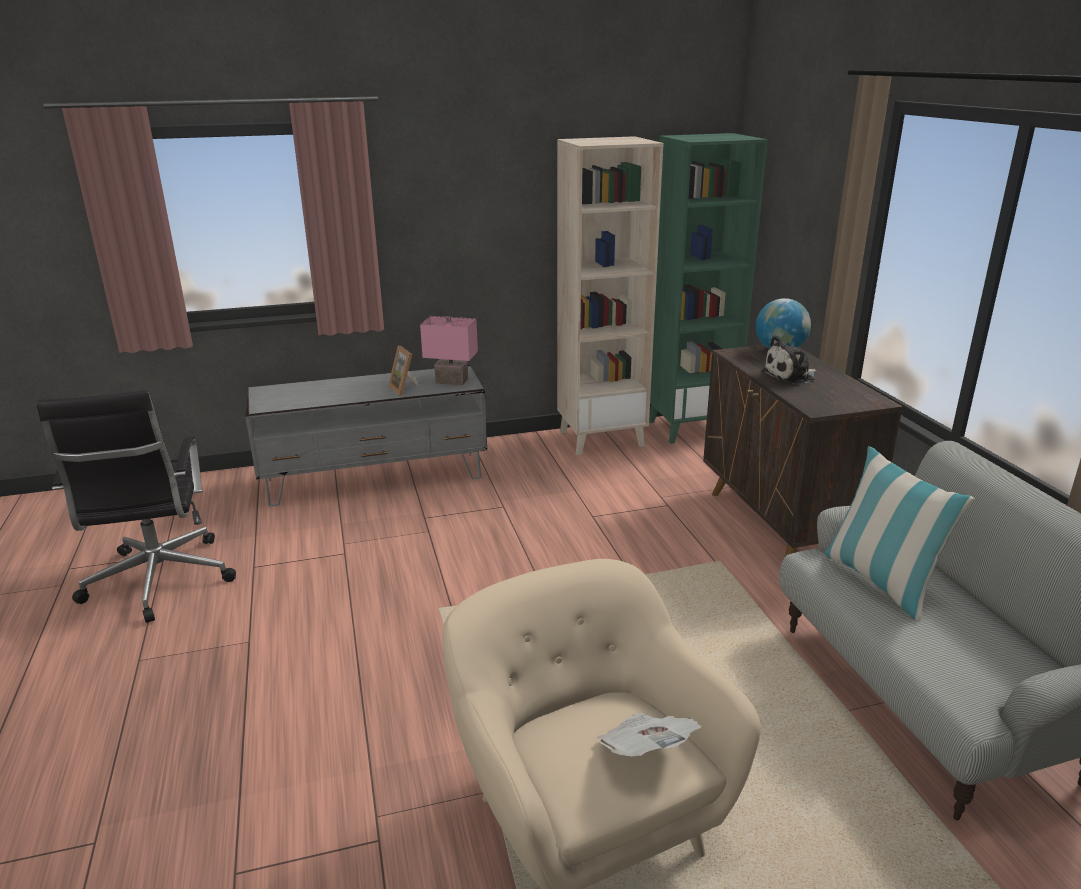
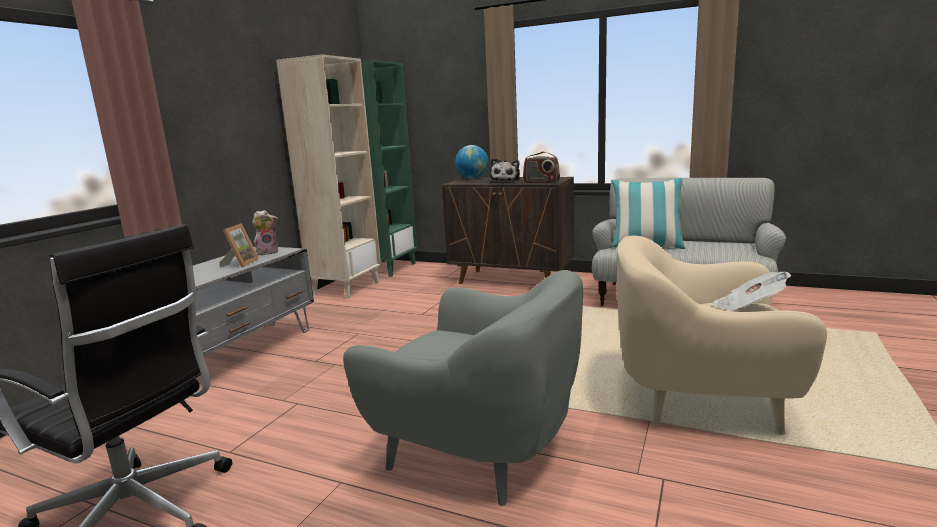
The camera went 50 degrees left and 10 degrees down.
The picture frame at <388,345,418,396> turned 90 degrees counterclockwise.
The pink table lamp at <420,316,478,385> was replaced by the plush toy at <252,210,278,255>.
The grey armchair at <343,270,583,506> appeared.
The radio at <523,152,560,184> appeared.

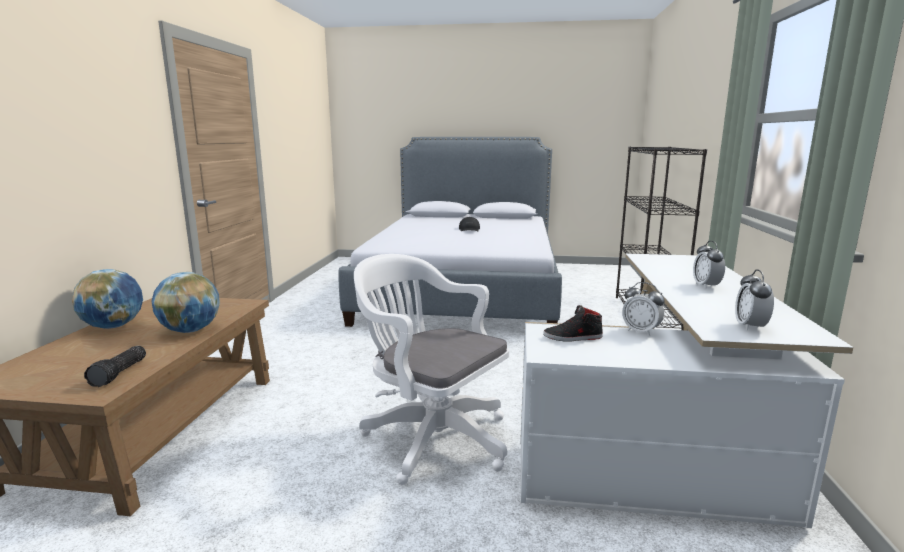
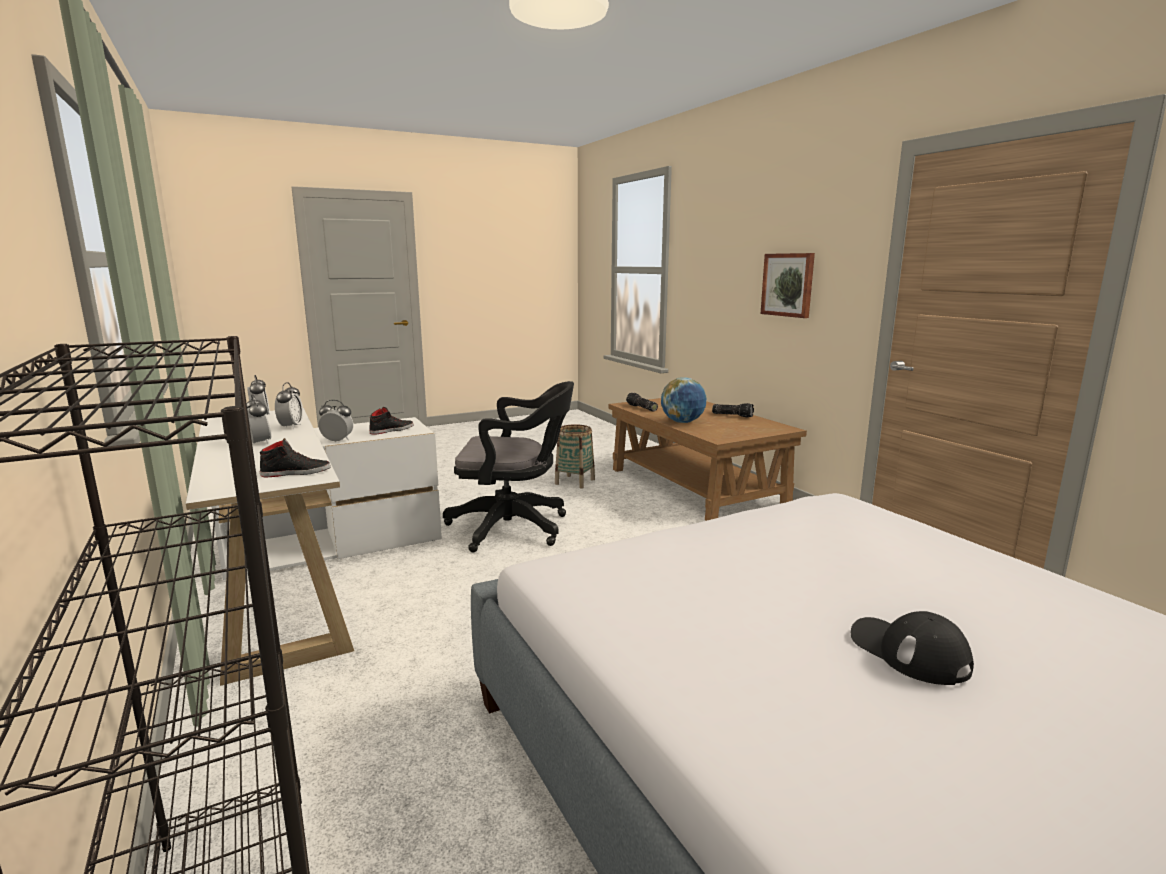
The camera went 145 degrees right and 0 degrees up.
The globe at <72,269,143,329> was replaced by the flashlight at <712,403,754,418>.
The white office chair at <354,254,509,485> became the black office chair at <443,381,574,552>.
The black shoe at <260,438,331,478> appeared.
The alarm clock at <275,382,303,429> appeared.
The basket at <555,424,595,489> appeared.
The picture at <761,253,815,318> appeared.

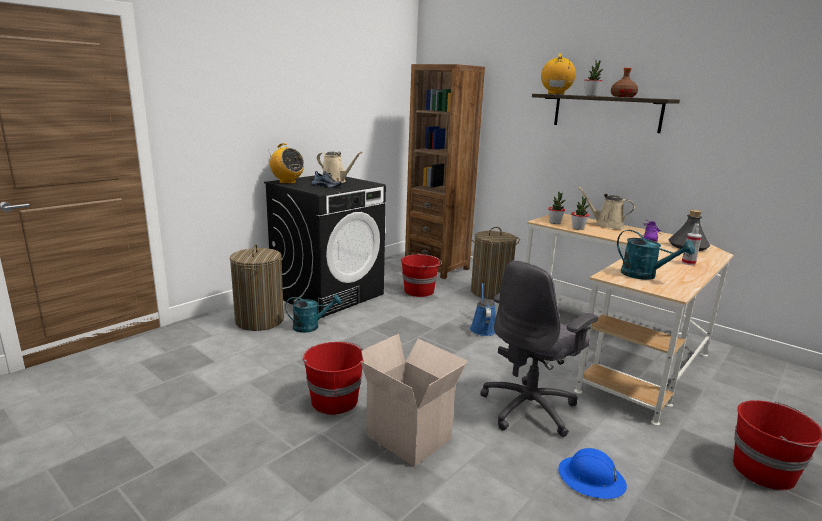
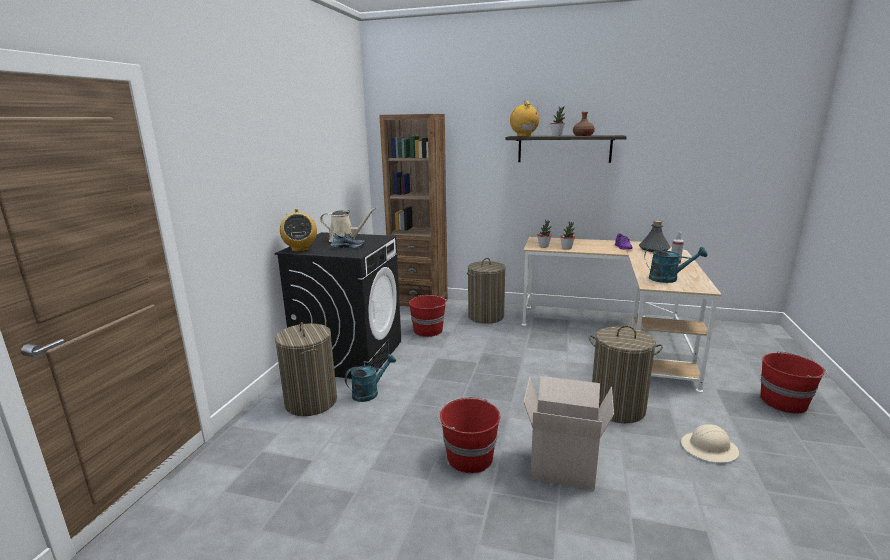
The camera went 25 degrees left and 0 degrees up.
The radio at <268,143,304,184> turned 60 degrees clockwise.
The blue watering can at <470,283,496,336> disappeared.
The grey office chair at <480,261,598,437> was replaced by the laundry basket at <589,325,663,423>.
The blue hard hat at <558,448,627,499> became the beige hard hat at <681,424,739,463>.
The beige watering can at <578,187,635,229> disappeared.

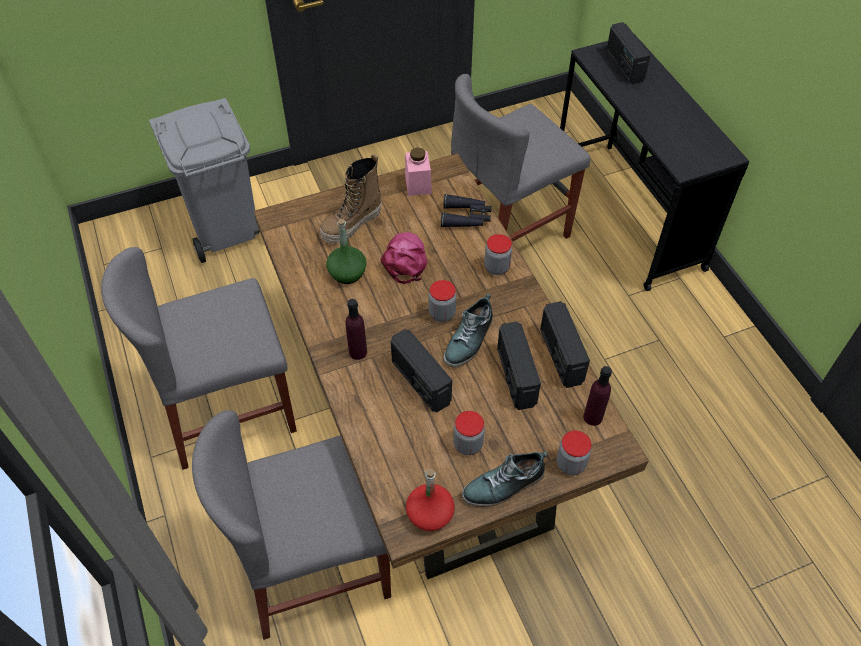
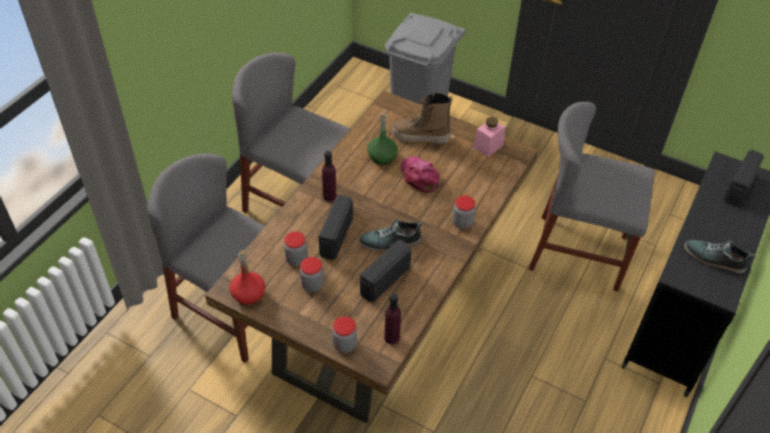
The camera went 50 degrees right and 5 degrees down.
The pink cap at <380,232,427,284> turned 75 degrees counterclockwise.
The jar moved from <429,280,456,322> to <284,231,307,266>.
The black binoculars at <441,194,492,227> disappeared.
The shoe moved from <462,451,547,507> to <684,240,755,274>.
The radio at <540,301,590,388> disappeared.

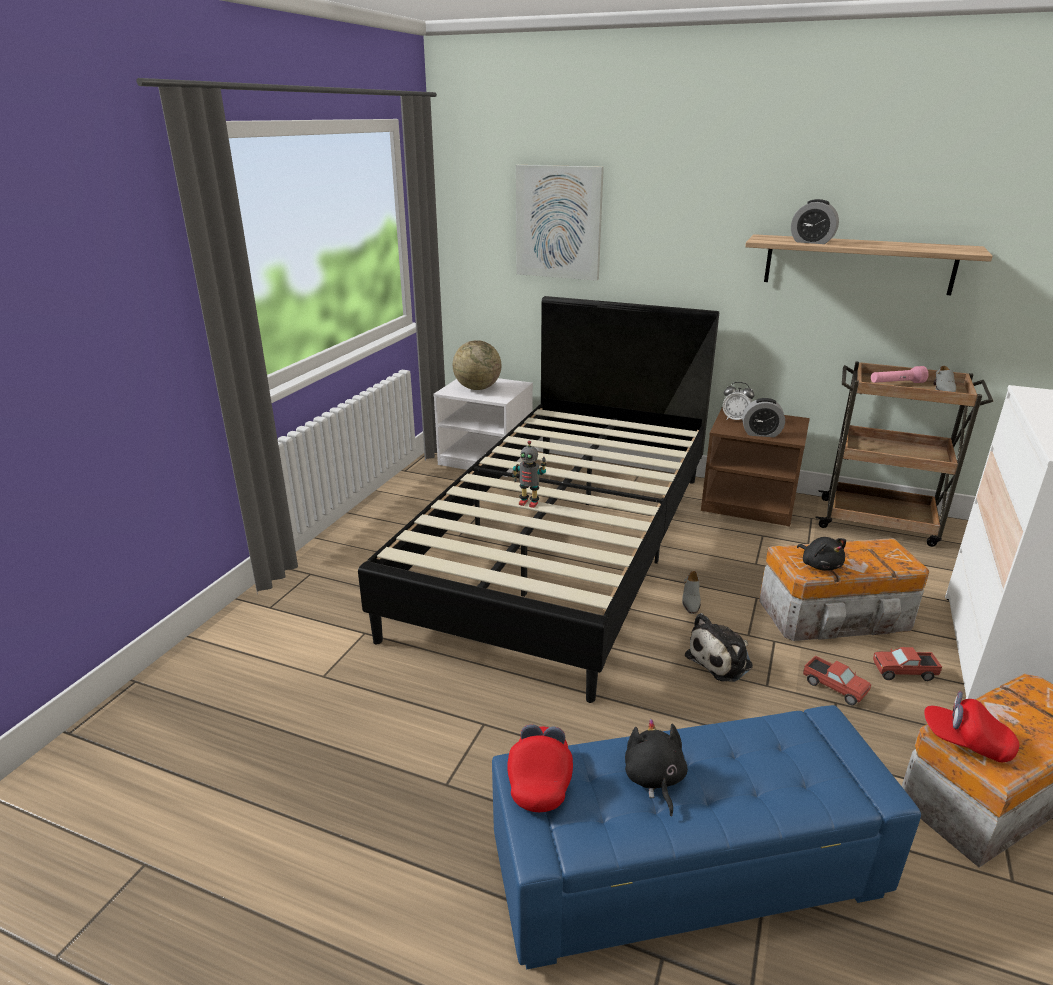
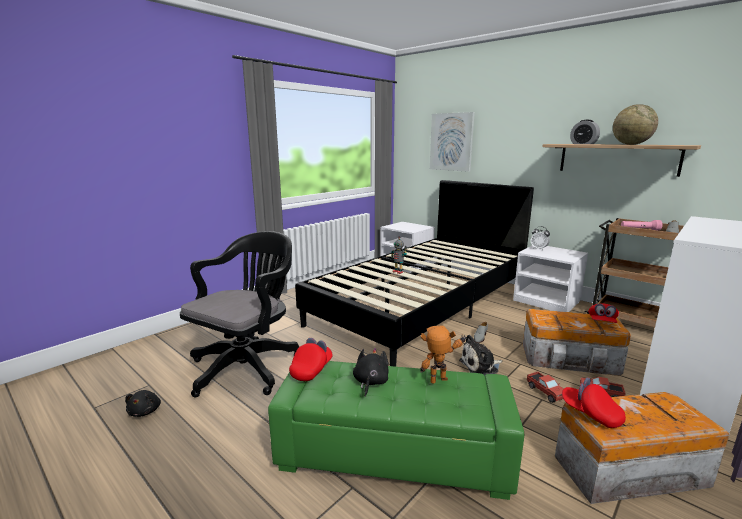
The camera went 20 degrees right and 10 degrees down.
The globe moved from <453,340,501,390> to <613,104,658,145>.
The blue ottoman at <492,705,921,970> became the green ottoman at <268,361,524,500>.
The brown nightstand at <701,407,810,526> became the white nightstand at <513,246,588,312>.
The alarm clock at <742,398,785,437> disappeared.
The black plush toy moved from <797,537,846,571> to <125,390,161,417>.
The black office chair at <180,231,299,398> appeared.
The toy robot at <420,325,467,384> appeared.
The red cap at <588,303,619,323> appeared.

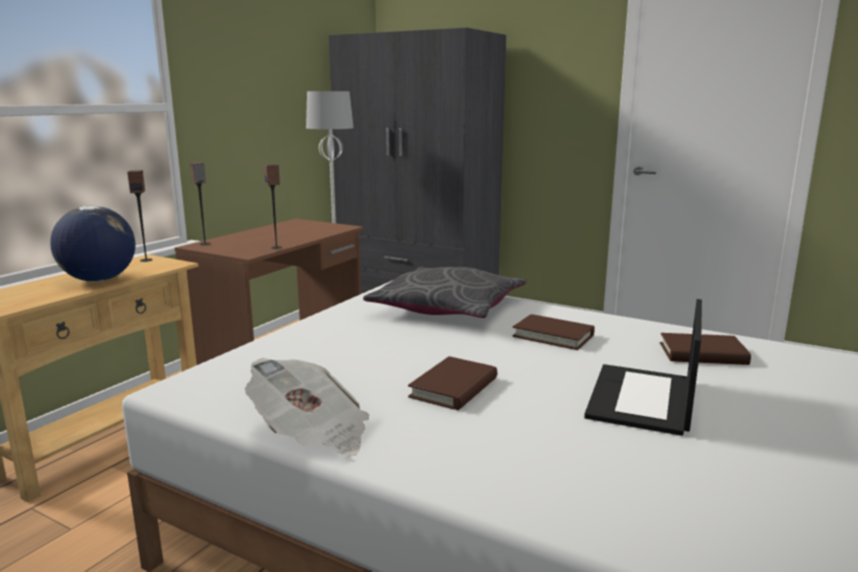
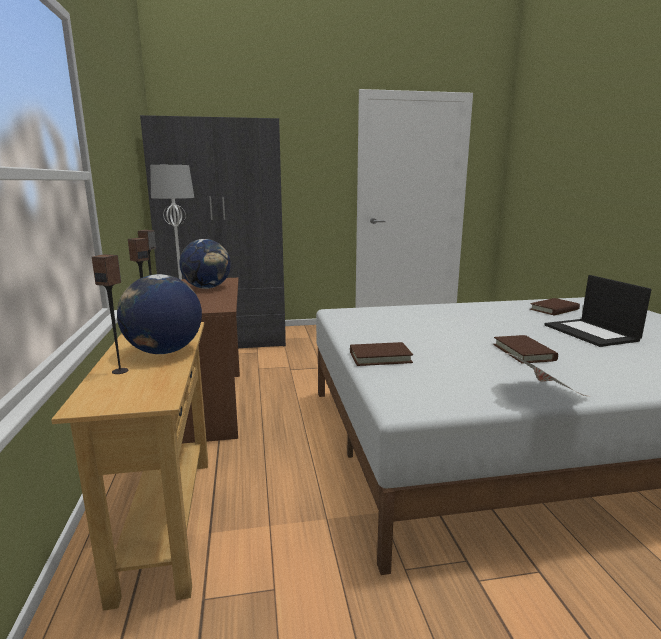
The camera went 40 degrees left and 0 degrees up.
The speaker moved from <264,164,282,249> to <92,254,128,374>.
The grey pillow at <363,267,527,318> disappeared.
The brown book moved from <512,314,595,350> to <350,342,413,366>.
The globe at <179,239,231,289> appeared.

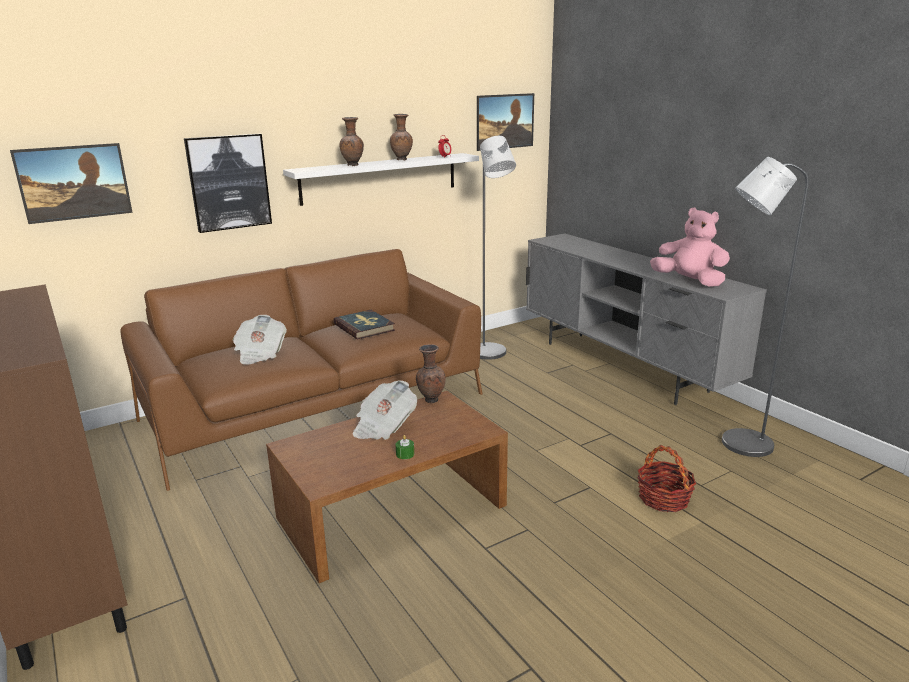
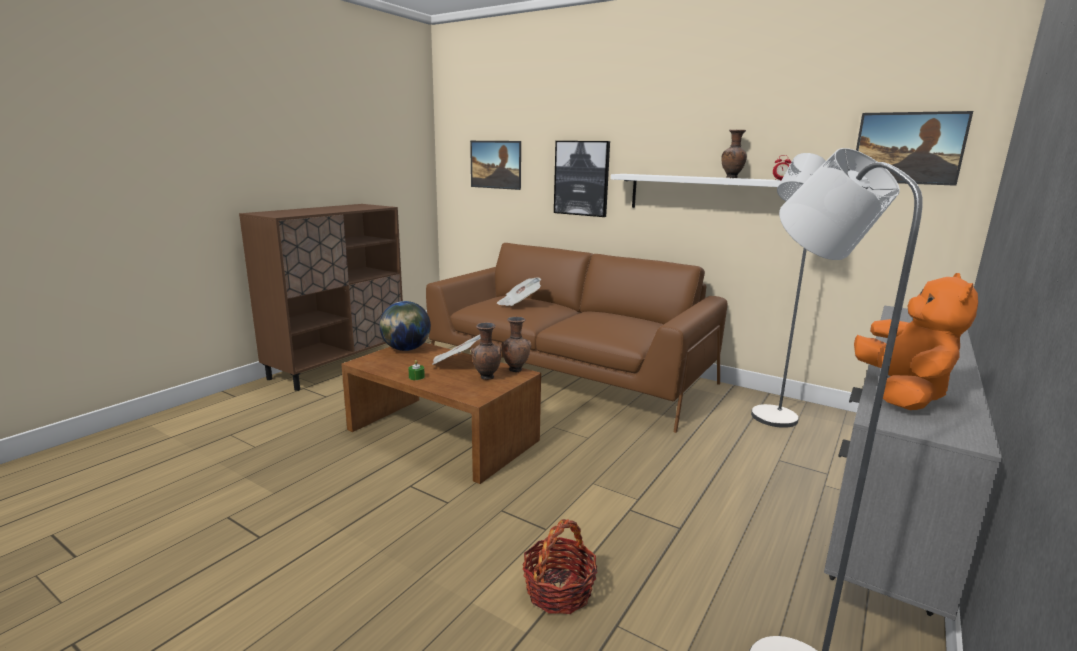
The camera went 65 degrees right and 5 degrees down.
The book at <334,310,395,339> disappeared.
The brown vase moved from <339,117,364,166> to <471,322,502,380>.
The pink plush toy at <650,208,730,287> became the orange plush toy at <854,273,978,410>.
The globe at <379,301,431,351> appeared.

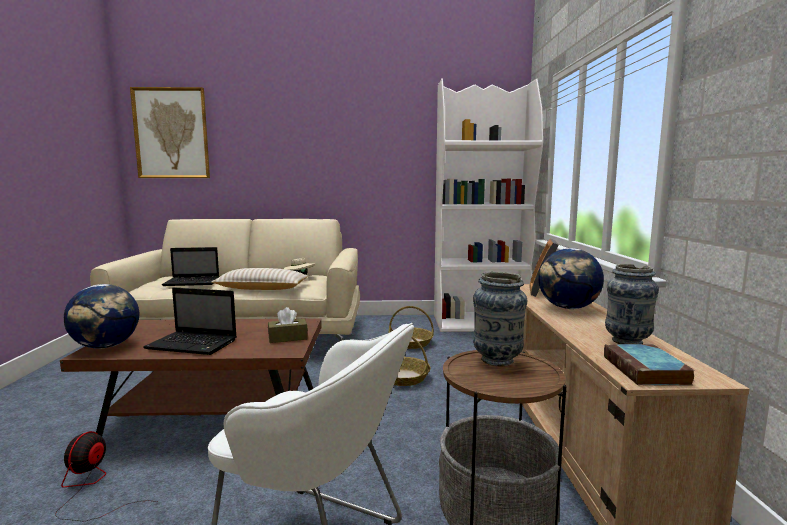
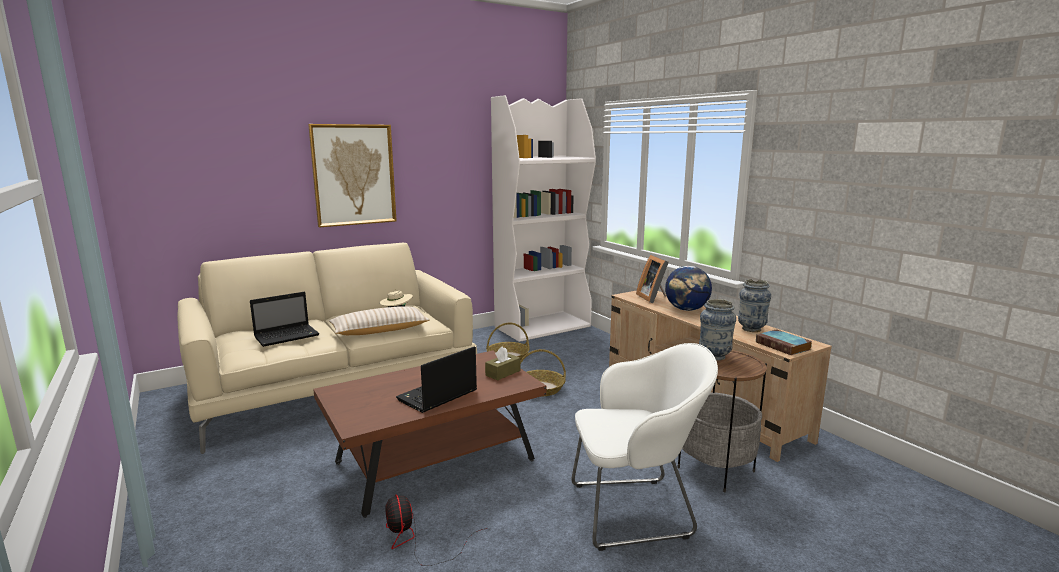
The camera went 30 degrees left and 5 degrees up.
The globe at <64,284,139,349> disappeared.
The picture moved from <130,87,210,178> to <308,124,397,227>.
The laptop at <143,288,237,355> turned 150 degrees clockwise.

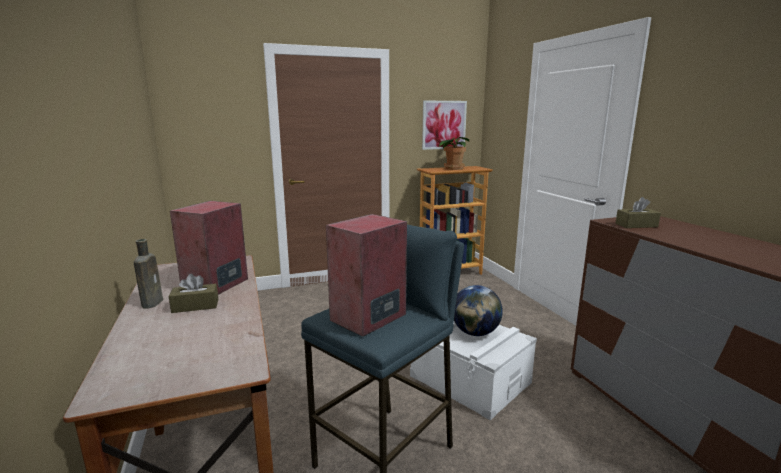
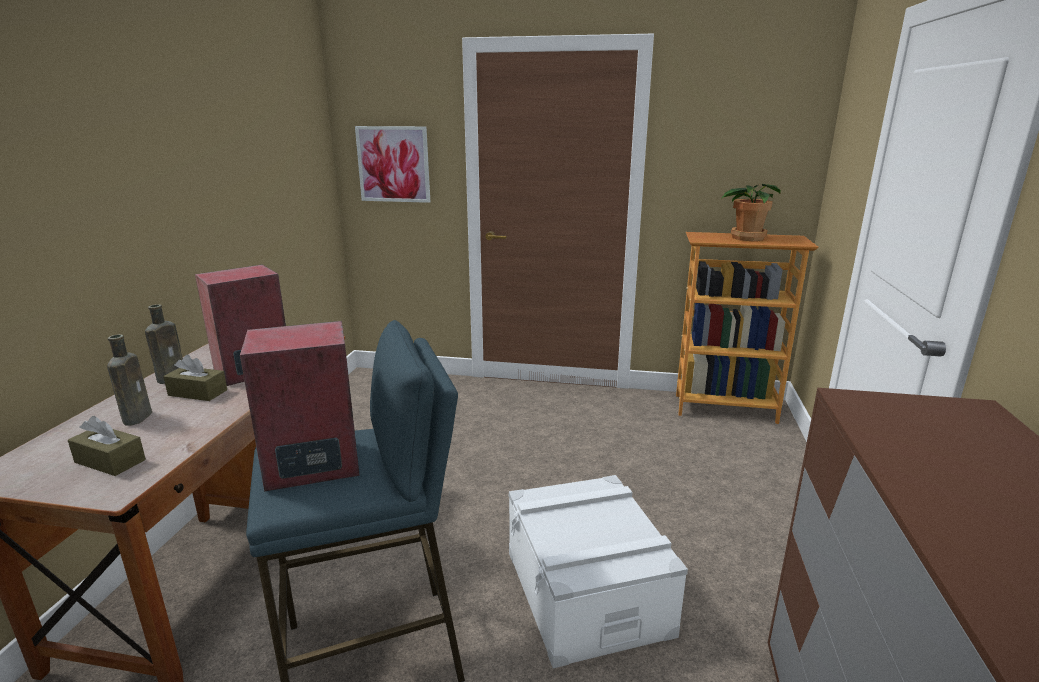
The camera went 30 degrees right and 5 degrees up.
The picture moved from <422,101,467,150> to <355,126,430,203>.
The globe at <454,285,503,336> disappeared.
The brown tissue box moved from <615,197,661,228> to <68,416,146,476>.
The brown bottle at <107,334,152,426> appeared.

